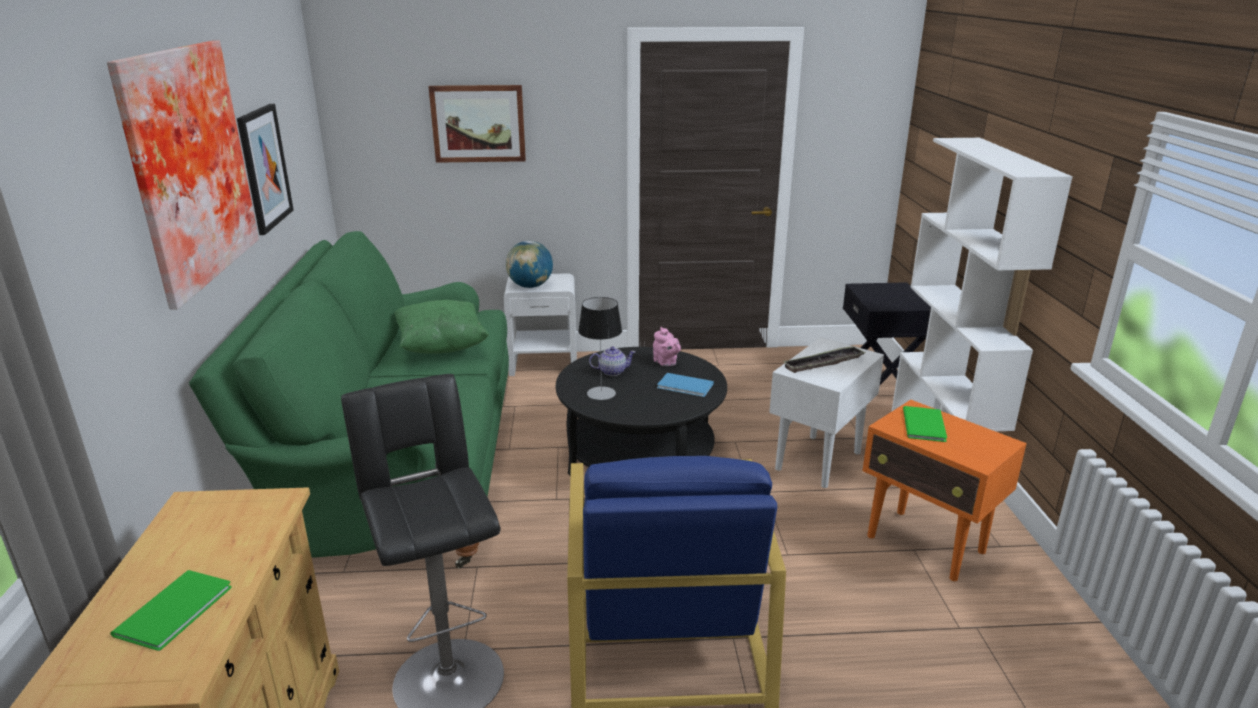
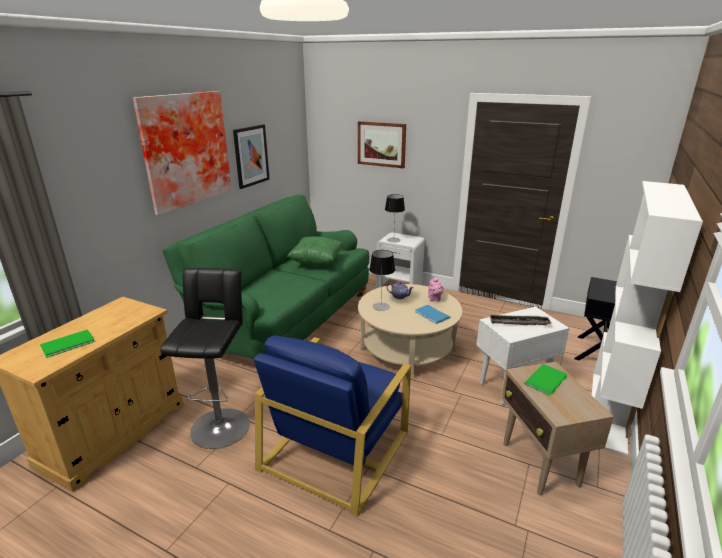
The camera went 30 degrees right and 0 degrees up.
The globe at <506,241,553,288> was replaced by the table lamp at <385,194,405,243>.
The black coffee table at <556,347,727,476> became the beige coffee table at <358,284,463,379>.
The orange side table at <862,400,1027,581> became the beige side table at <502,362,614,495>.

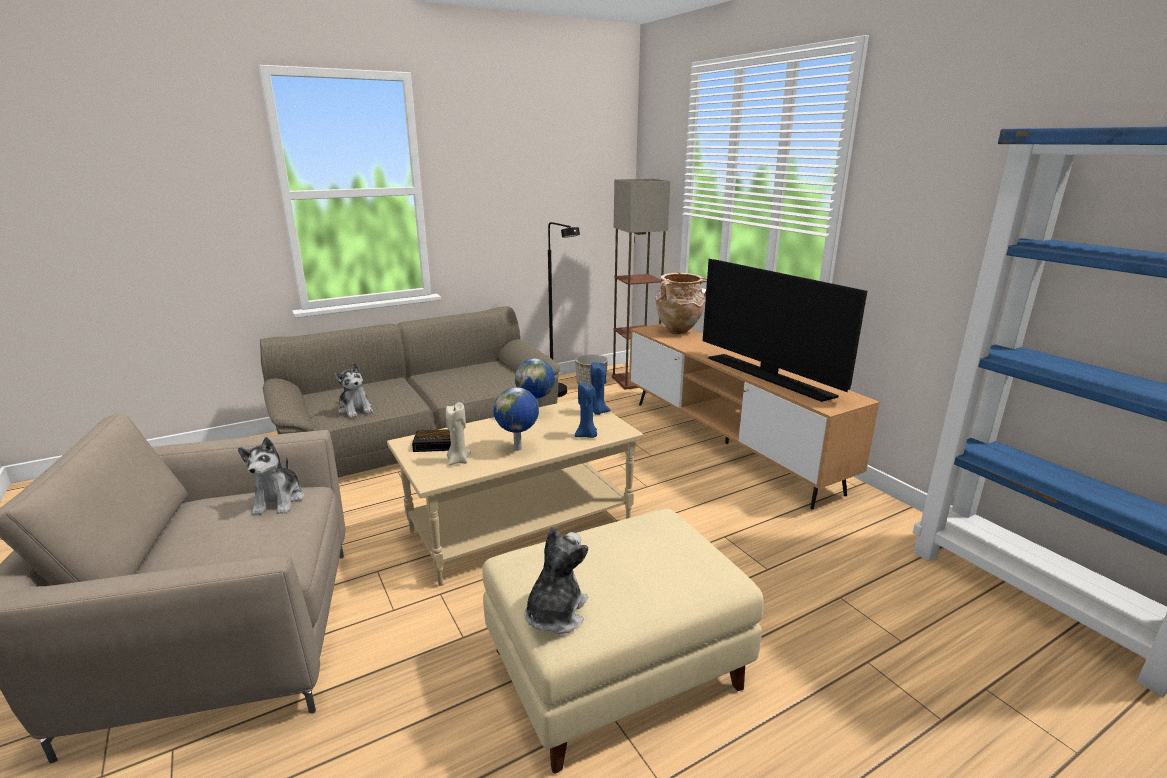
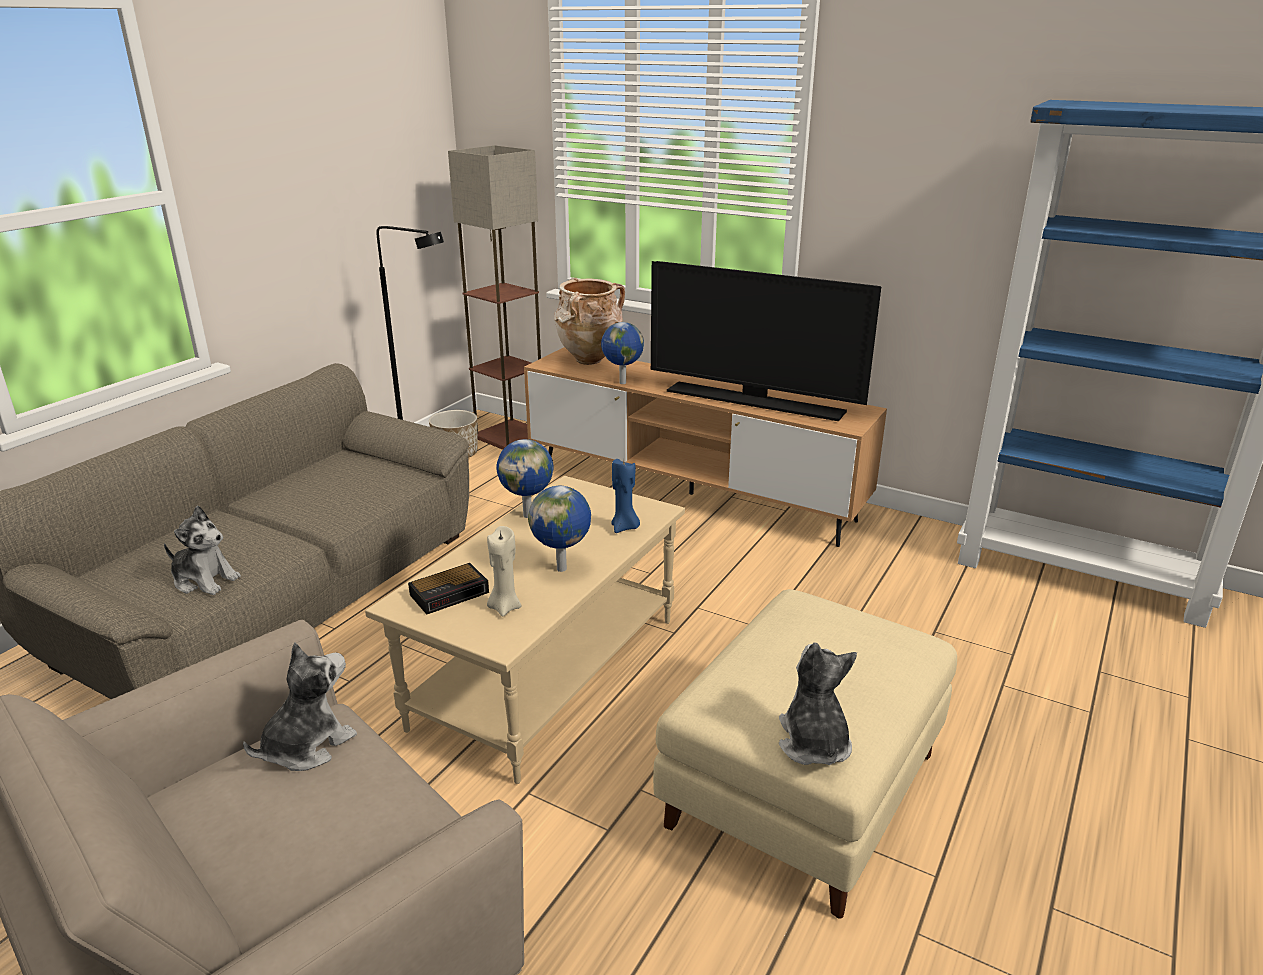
The camera went 30 degrees left and 5 degrees up.
The plush toy at <238,437,304,515> turned 105 degrees counterclockwise.
The blue candle at <591,362,611,415> disappeared.
The globe at <601,322,644,384> appeared.

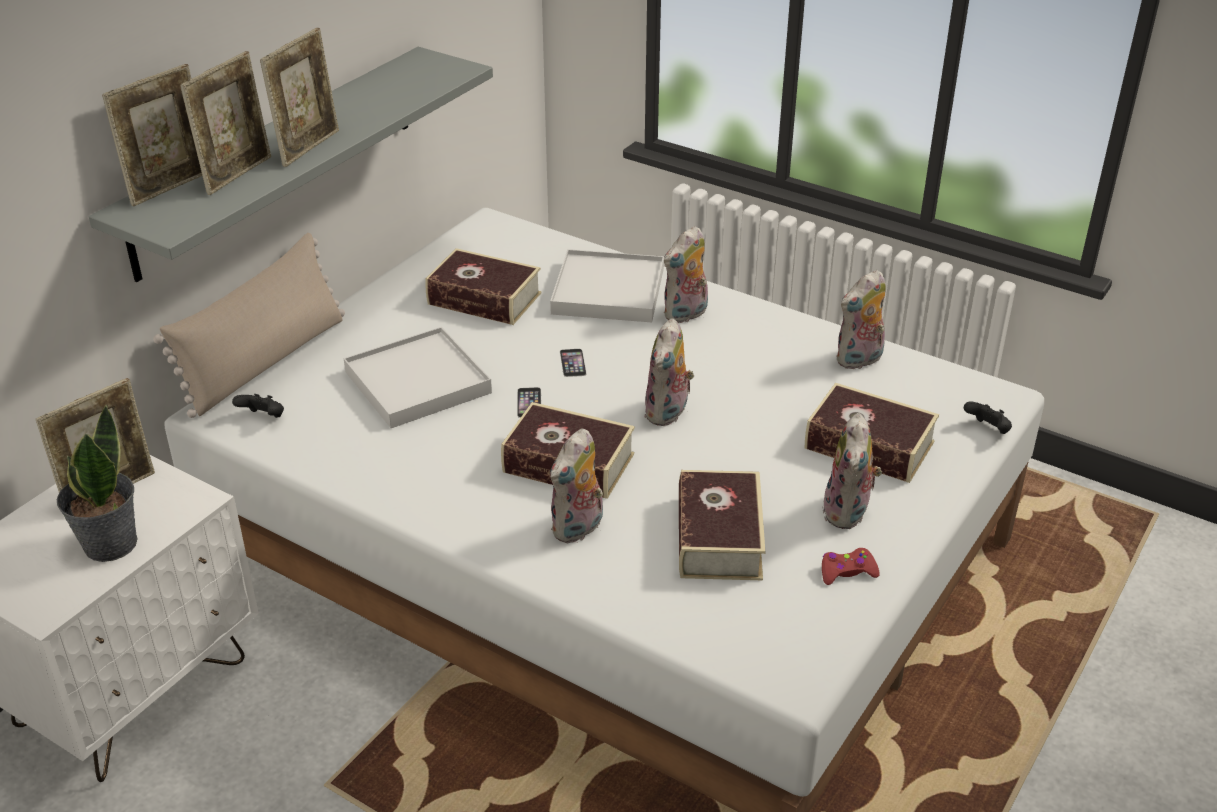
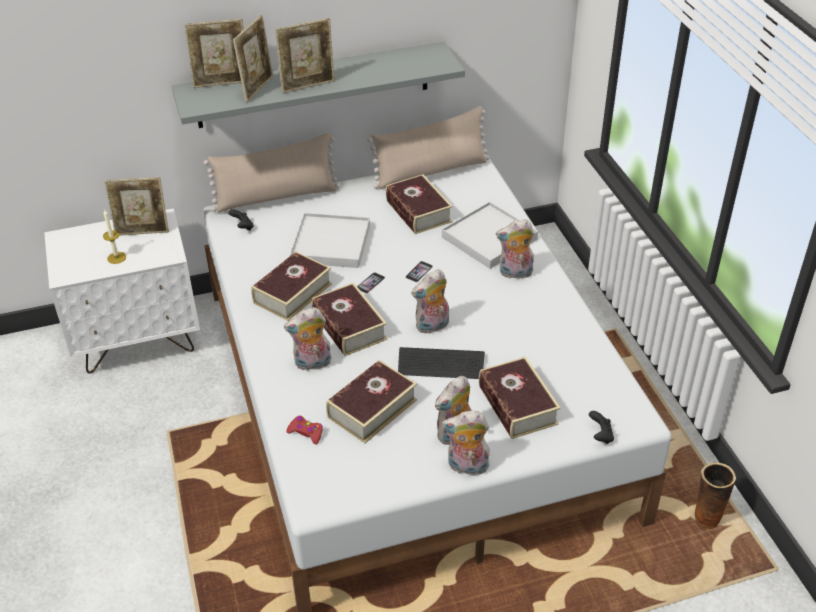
The camera went 40 degrees right and 5 degrees up.
The potted plant at <57,405,138,562> was replaced by the candle at <103,210,126,264>.
The picture frame at <180,51,271,195> turned 45 degrees counterclockwise.
The red game controller moved from <822,548,880,585> to <286,416,323,444>.
The plush toy moved from <836,270,886,369> to <442,411,490,475>.
The book at <251,252,332,321> appeared.
The beige pillow at <367,106,490,189> appeared.
The keyboard at <398,347,485,379> appeared.
The vase at <695,462,736,529> appeared.

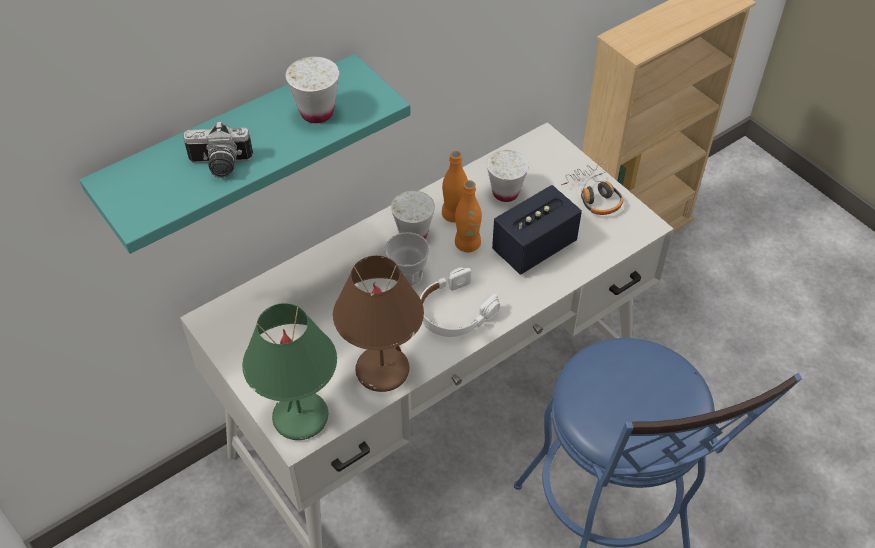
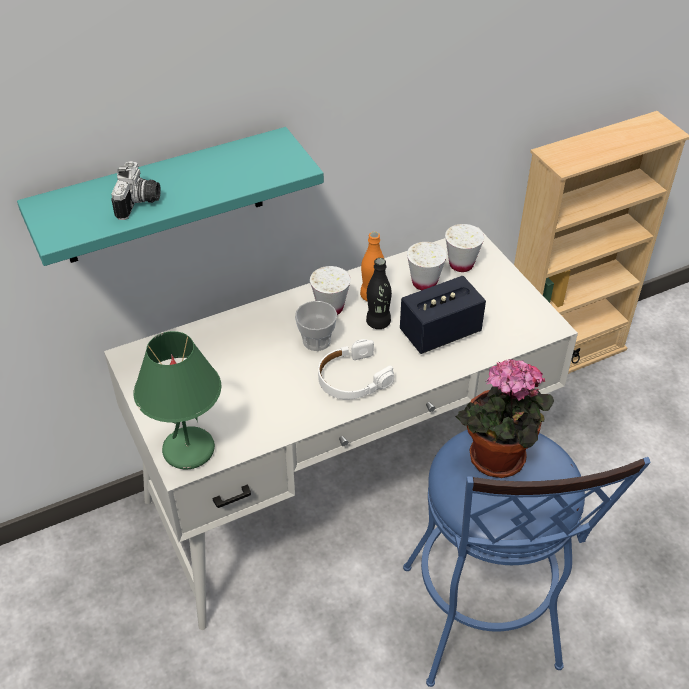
The camera went 10 degrees right and 5 degrees down.
The photo camera at <184,121,253,178> turned 90 degrees counterclockwise.
The white cup moved from <286,57,339,123> to <445,224,484,272>.
The brown table lamp at <333,255,424,392> disappeared.
The orange bottle at <455,180,482,252> became the black bottle at <366,258,392,329>.
The headphones at <561,163,623,215> disappeared.
The potted plant at <455,359,554,478> appeared.

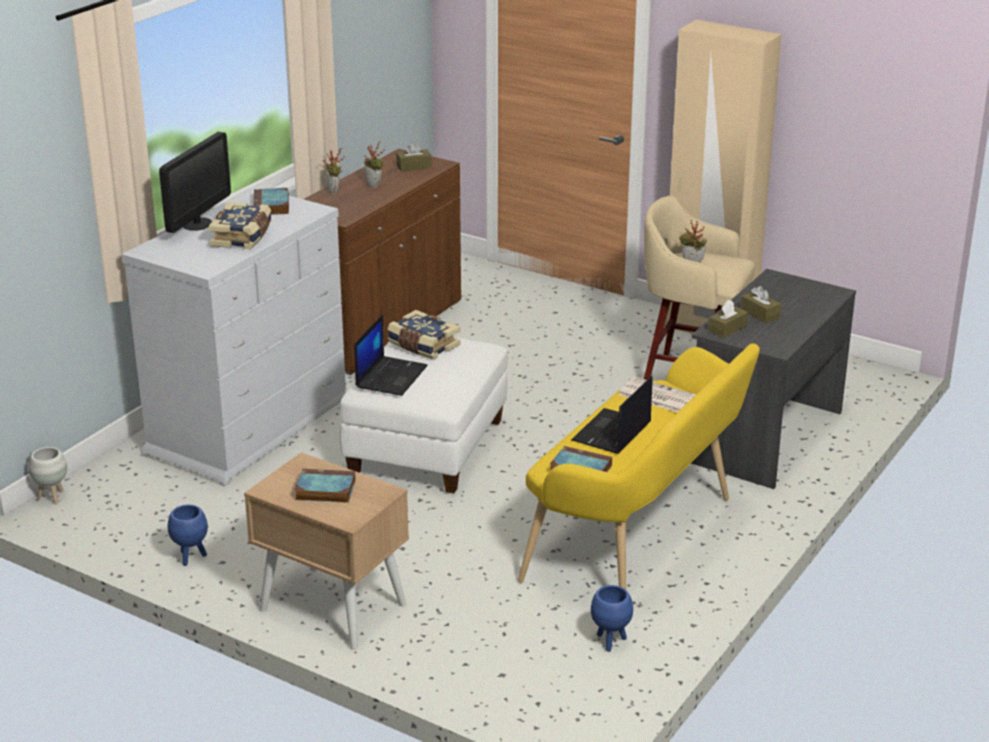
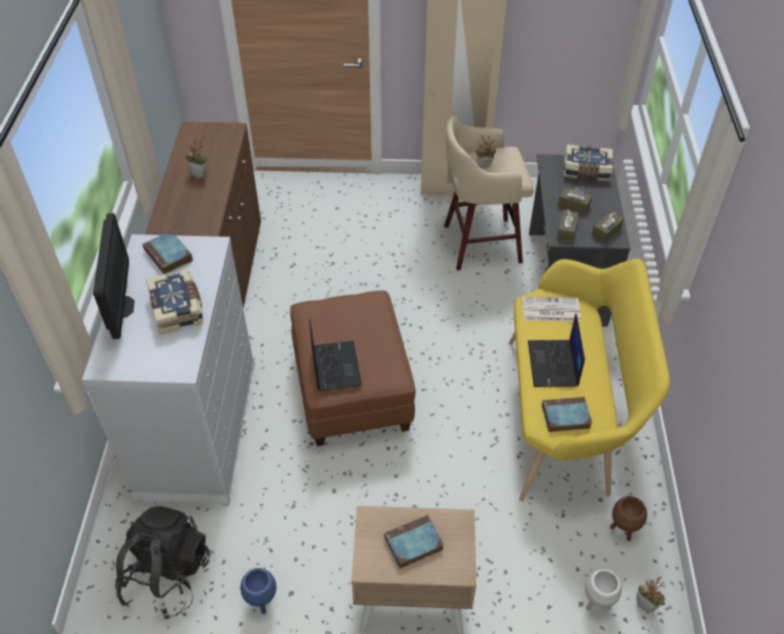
The camera went 30 degrees left and 20 degrees up.
The white planter moved from <29,447,67,504> to <585,569,622,610>.
The potted plant moved from <323,148,345,194> to <636,577,665,612>.
The white ottoman at <340,336,508,493> became the brown ottoman at <290,291,416,446>.
The book moved from <388,310,460,360> to <564,144,613,181>.
The brown tissue box moved from <396,141,432,171> to <592,212,624,243>.
The blue planter at <591,585,633,652> became the brown planter at <610,496,647,541>.
The black backpack at <115,506,210,619> appeared.

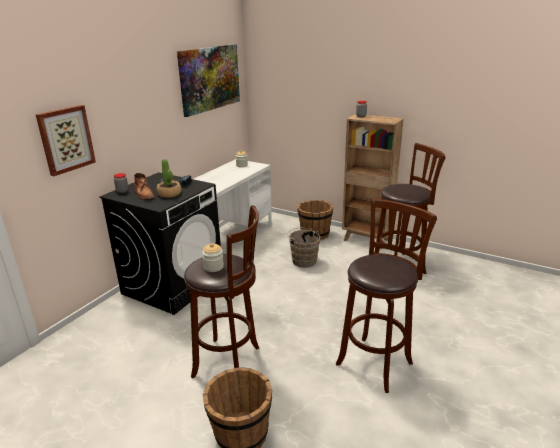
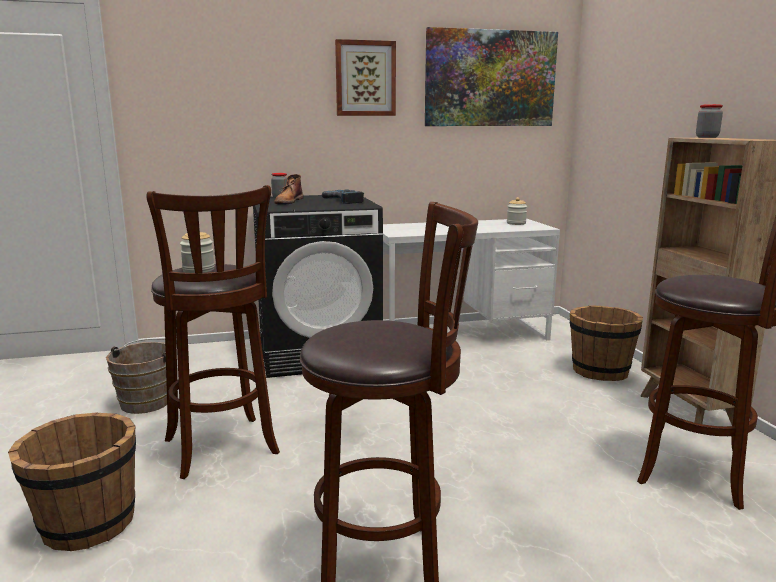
The camera went 45 degrees right and 10 degrees down.
The picture moved from <36,105,96,176> to <335,39,396,116>.
The potted plant at <157,159,182,198> disappeared.
The brown bucket moved from <287,228,320,267> to <106,338,177,414>.

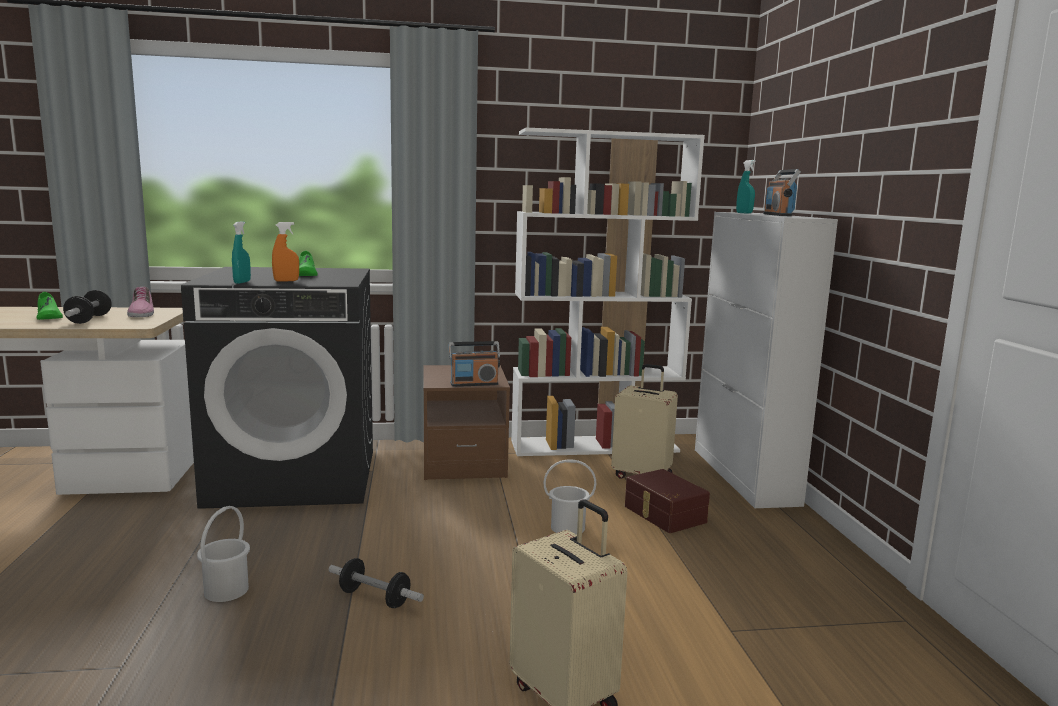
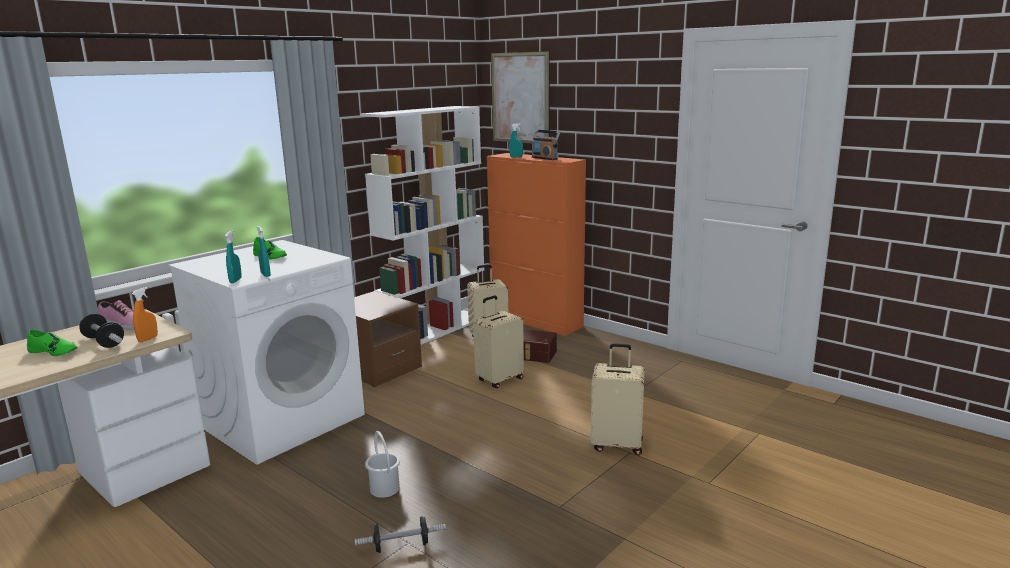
The camera went 40 degrees left and 5 degrees up.
The black washing machine at <181,267,373,509> became the white washing machine at <168,240,365,465>.
The orange spray bottle moved from <272,222,299,282> to <132,287,158,342>.
The dumbbell moved from <329,558,424,608> to <355,516,446,553>.
The radio at <449,341,500,387> disappeared.
The white bucket at <543,459,596,535> was replaced by the beige suitcase at <473,296,524,388>.
The white cabinet at <695,212,838,508> became the orange cabinet at <487,153,586,336>.
The turquoise spray bottle at <225,230,242,283> appeared.
The picture at <491,51,550,144> appeared.

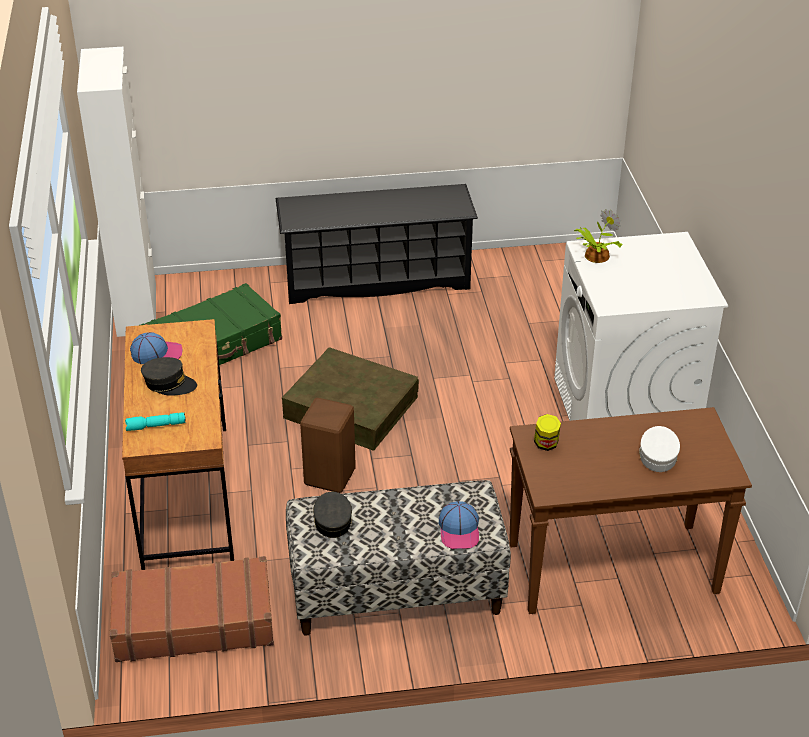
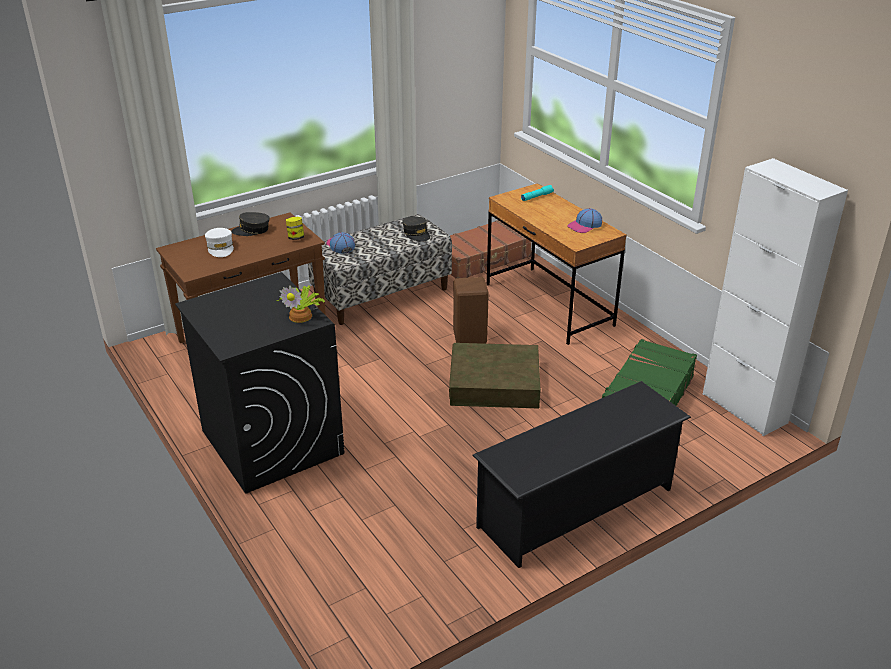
The camera went 155 degrees right and 5 degrees down.
The grey cap moved from <141,357,197,396> to <231,212,270,236>.
The white washing machine at <554,232,728,421> became the black washing machine at <175,272,345,494>.

